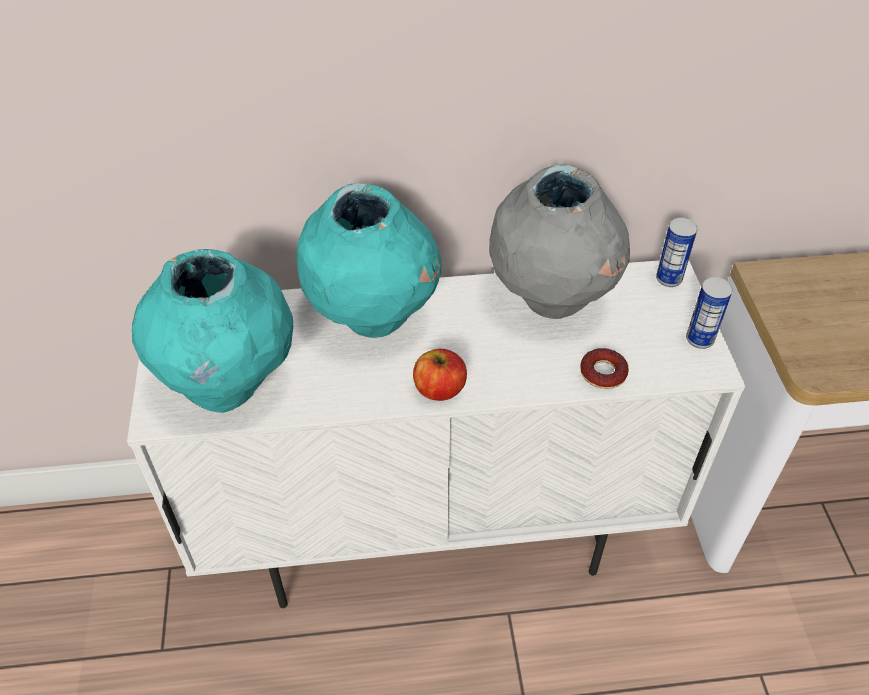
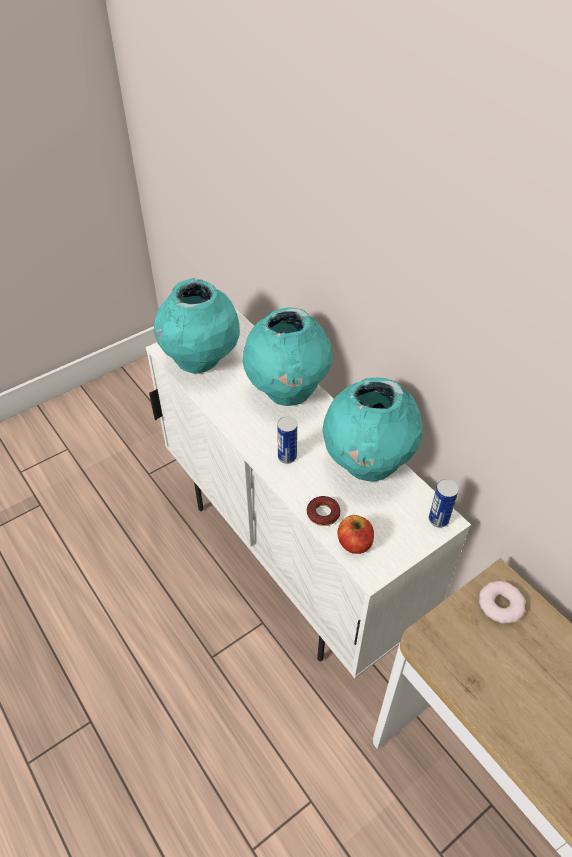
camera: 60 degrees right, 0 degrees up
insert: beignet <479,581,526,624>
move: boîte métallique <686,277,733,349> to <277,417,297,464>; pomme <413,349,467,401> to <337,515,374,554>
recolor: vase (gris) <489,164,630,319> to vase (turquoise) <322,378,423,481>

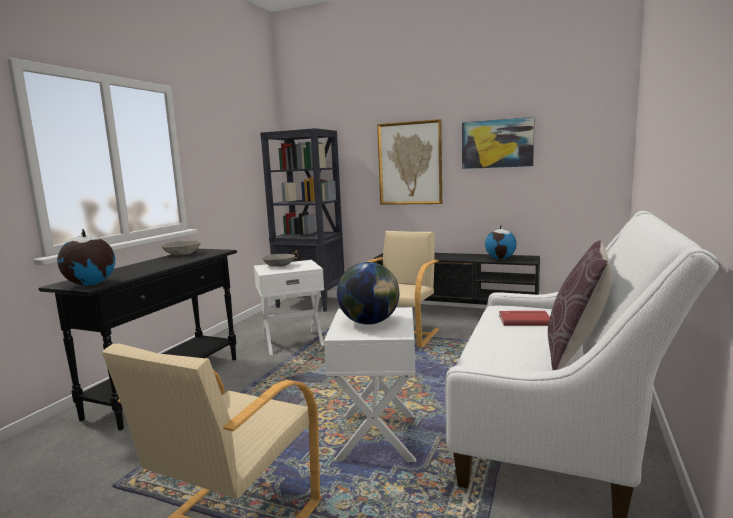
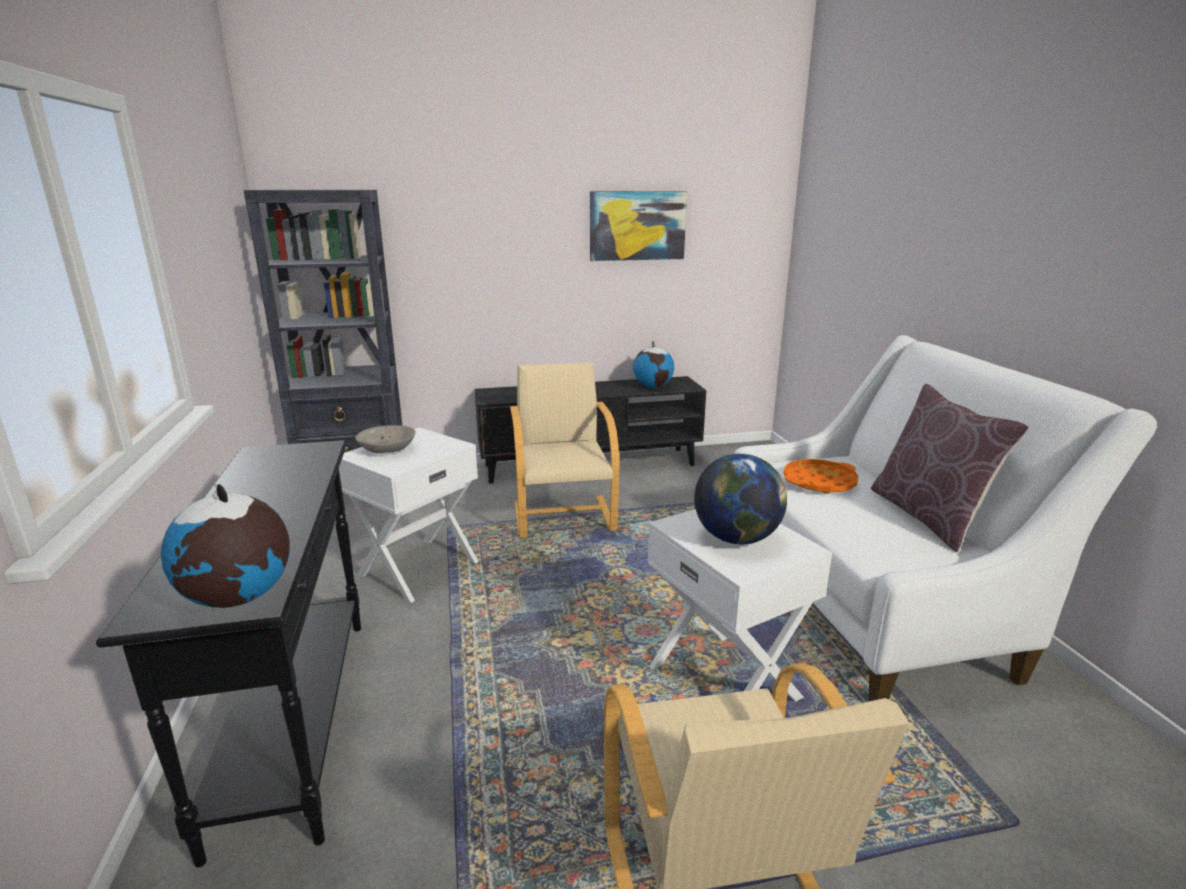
camera: 35 degrees left, 10 degrees up
delete: bol (gris) <161,241,201,255>; tableau <377,119,442,205>
replace: livre (rouge) <499,311,550,326> to plateau (orange) <783,459,859,494>

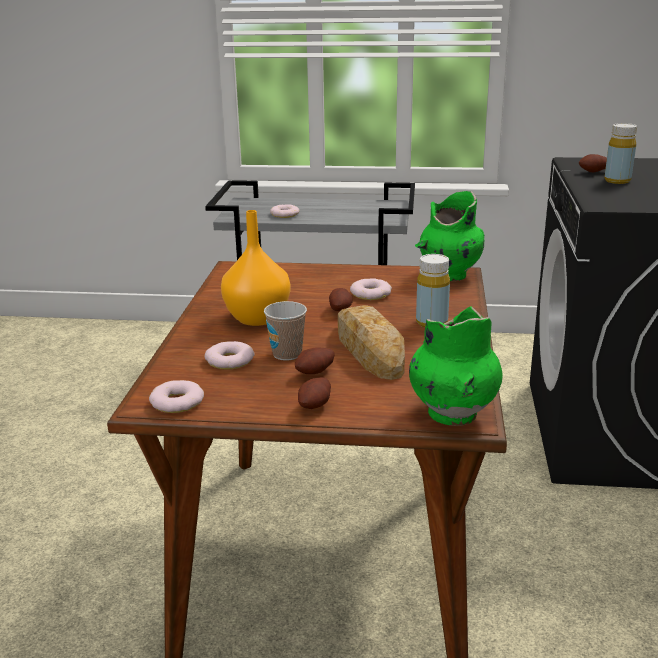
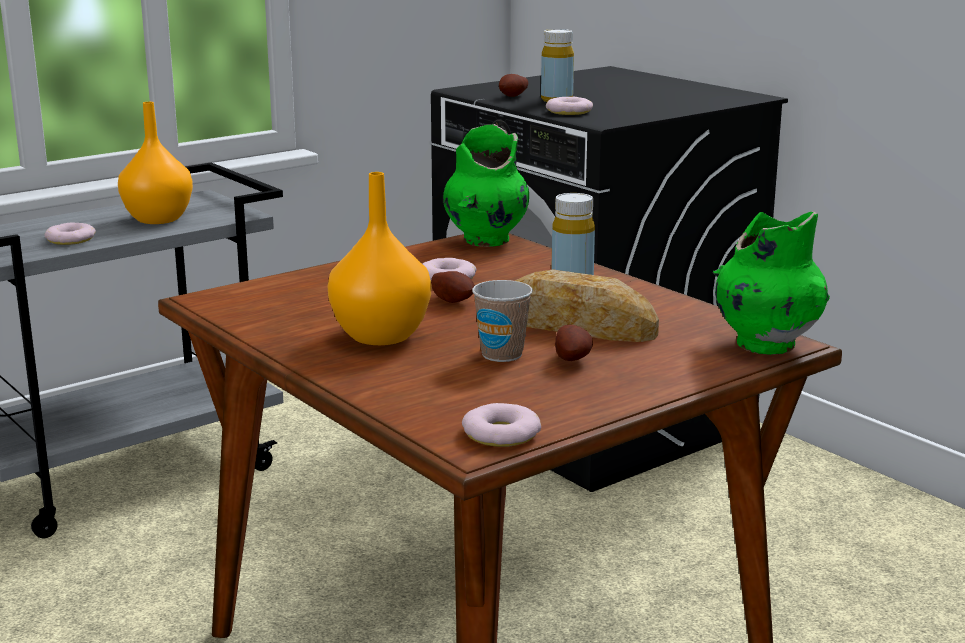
camera: 45 degrees left, 5 degrees down
delete: pomme de terre <298,377,331,409>
insert: vase (orange) <118,102,193,224>
move: beignet <205,341,255,370> to <546,97,593,115>

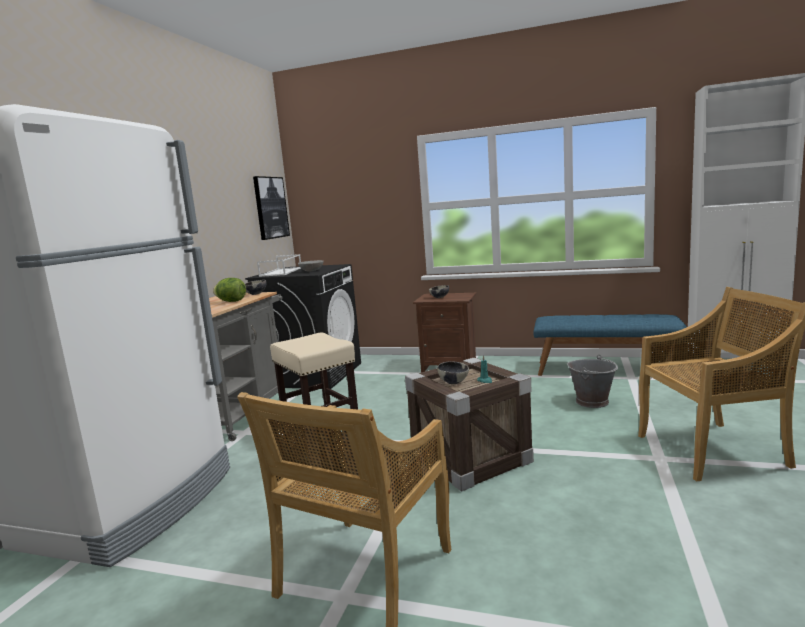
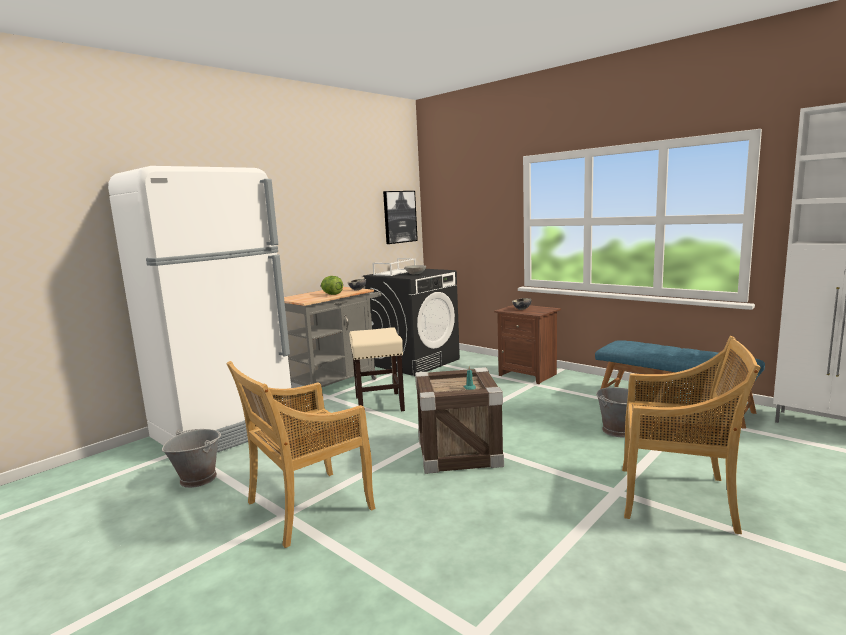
camera: 25 degrees right, 0 degrees up
delete: bol <437,361,469,384>
insert: seau (gris) <162,429,221,488>

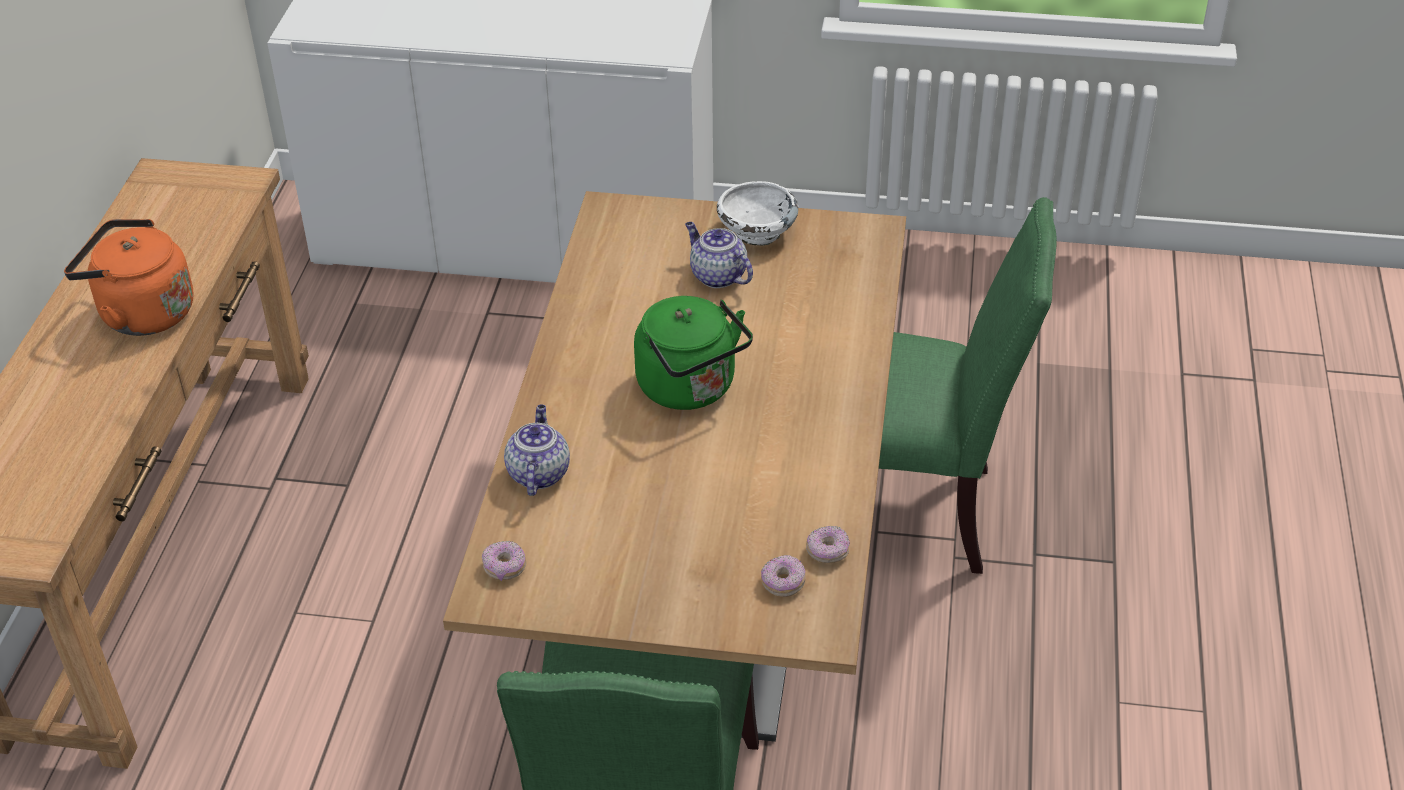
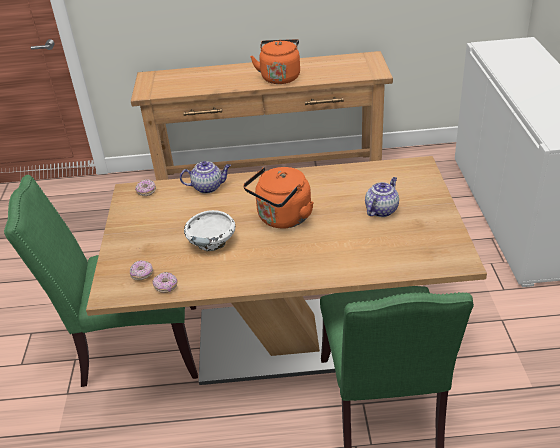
camera: 80 degrees right, 5 degrees down
move: bol (blanc) <717,181,798,246> to <184,210,236,251>
recolor: bouilloire (vert) <634,296,753,410> to bouilloire (orange) <243,167,314,229>

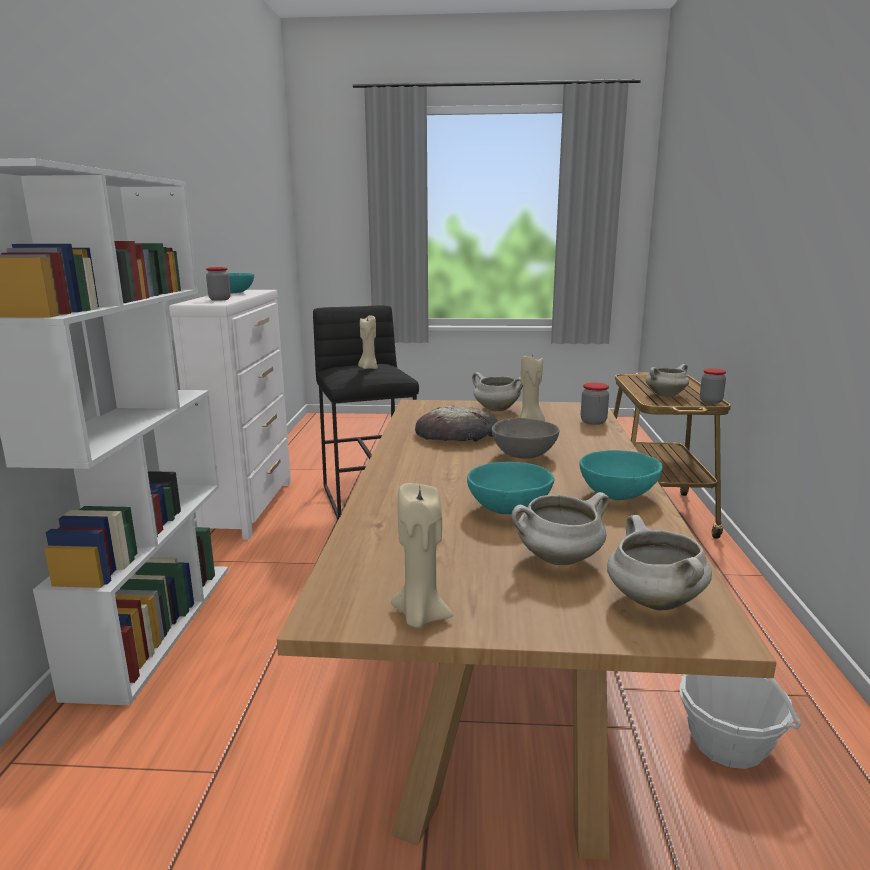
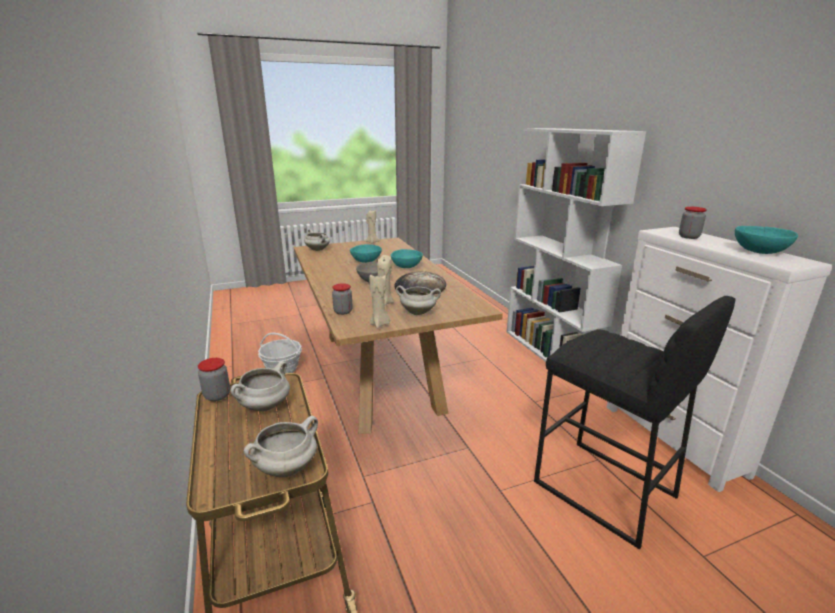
camera: 155 degrees right, 5 degrees up
move: marmite (blanc) <512,492,609,565> to <244,416,318,477>; bougie (beige) <358,315,378,369> to <369,273,390,328>; bol (turquoise) <579,450,663,500> to <391,249,423,268>

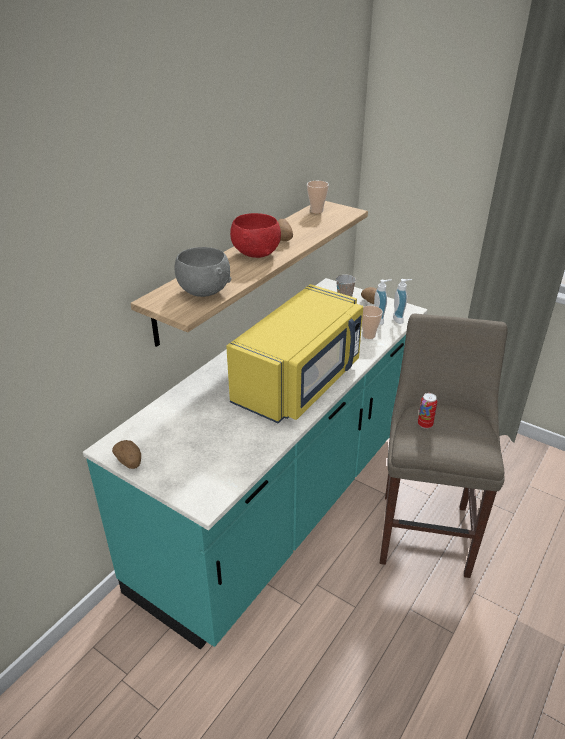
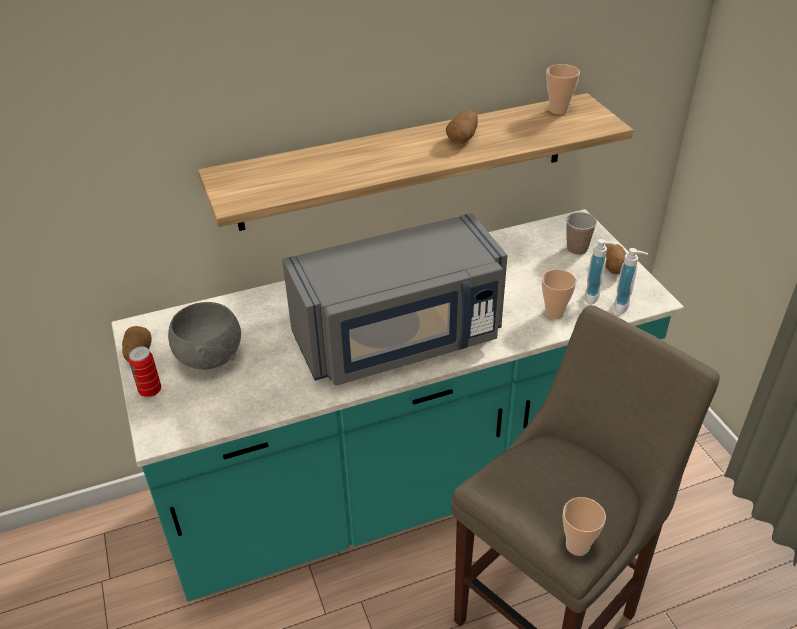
camera: 35 degrees right, 5 degrees up
delete: bol (rouge) <230,213,281,258>
insert: tasse <562,497,606,556>
move: boîte métallique <418,393,437,429> to <129,346,161,397>; bol (gris) <175,247,232,297> to <168,302,241,369>
recolor: micro-ondes (jaune) <226,284,363,424> to micro-ondes (gris) <282,213,508,385>

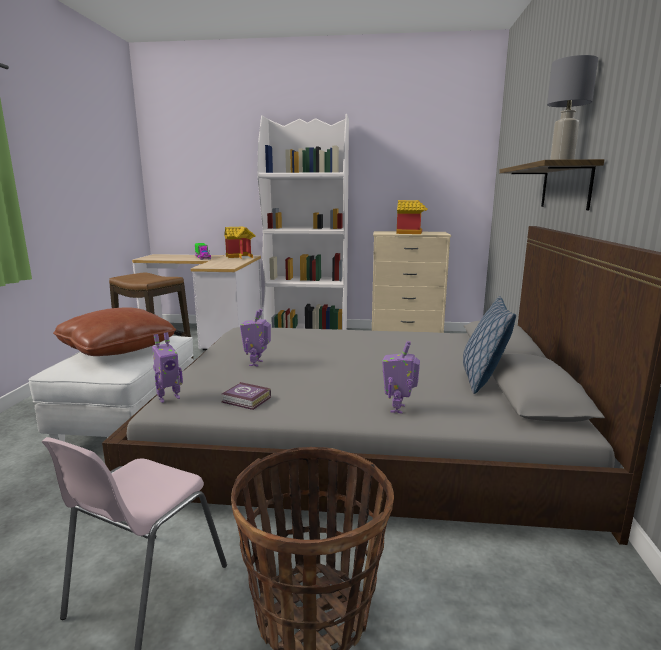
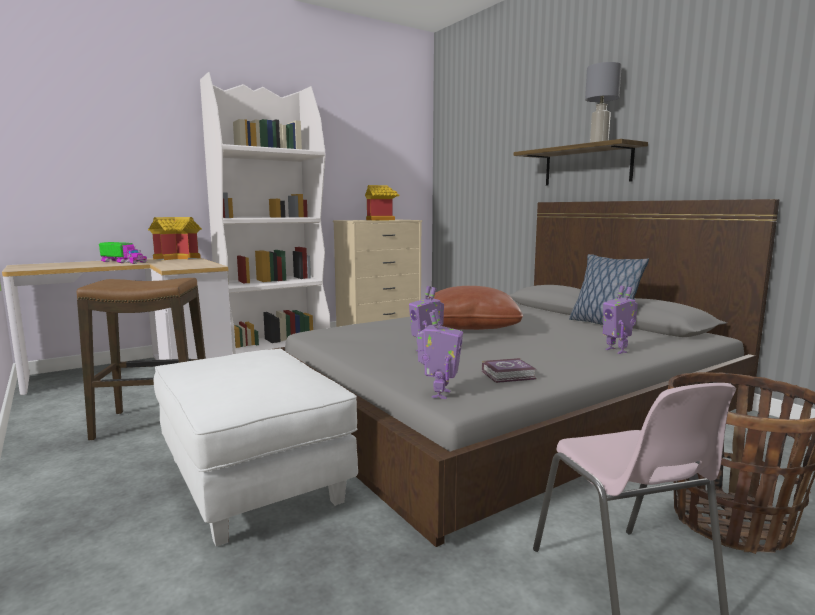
camera: 40 degrees left, 5 degrees down
move: coussin (marron) <53,307,176,356> to <429,286,523,330>

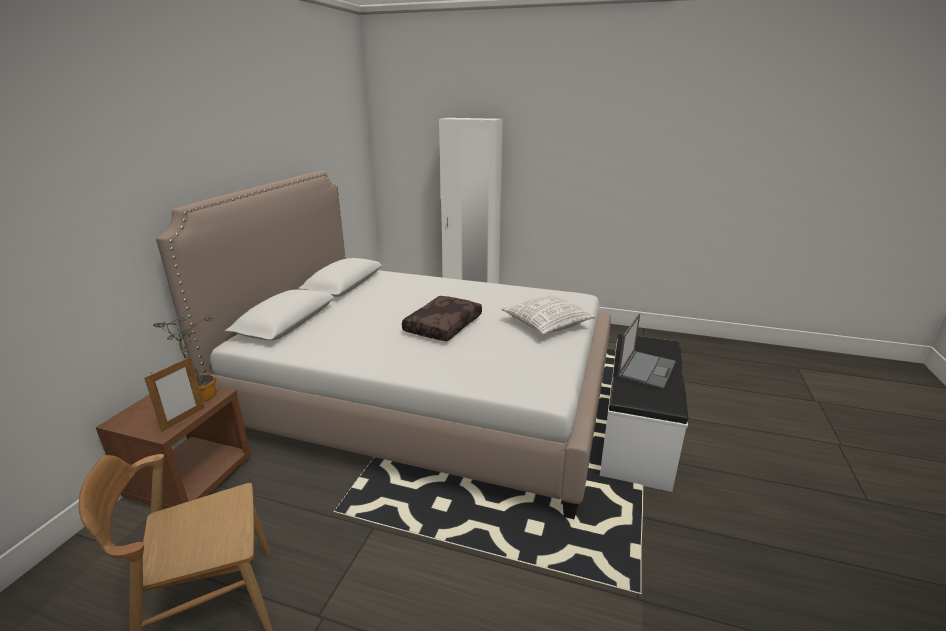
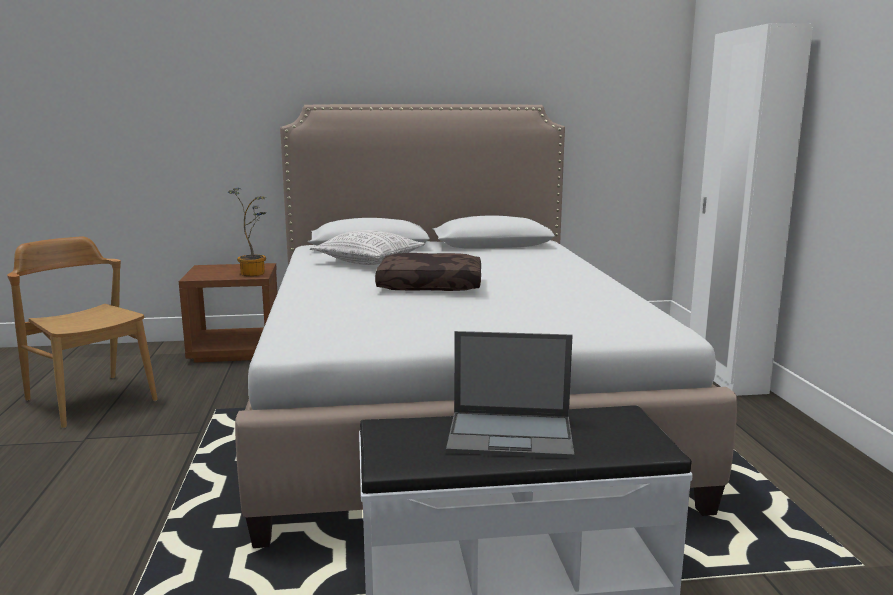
camera: 65 degrees right, 10 degrees down
delete: cadre photo <145,357,204,432>
move: coussin <501,295,597,335> to <310,230,425,265>

